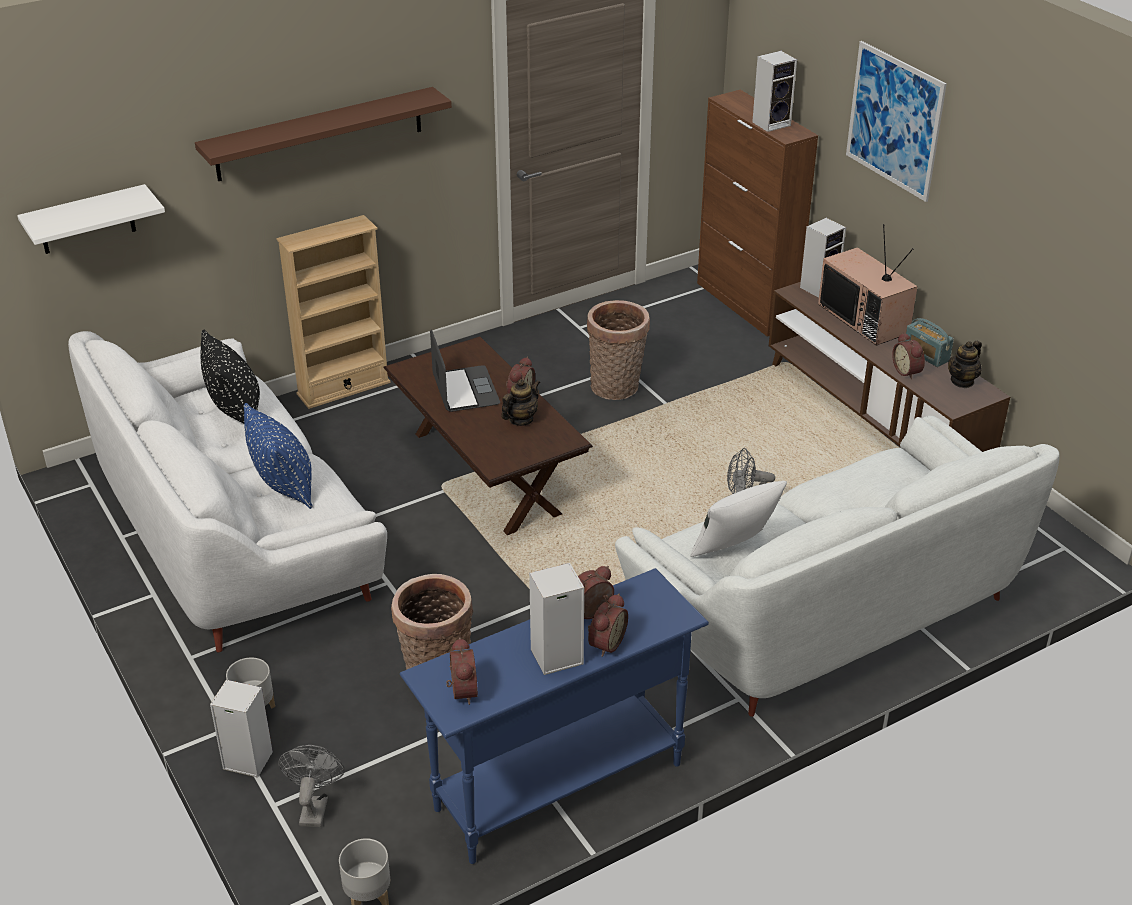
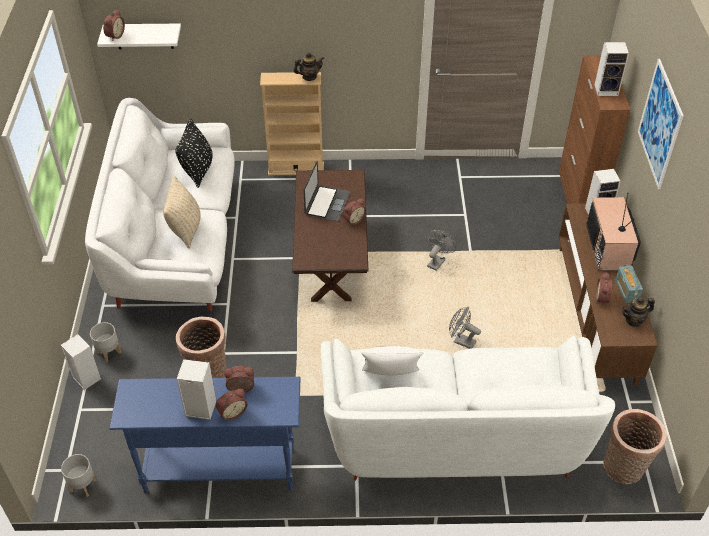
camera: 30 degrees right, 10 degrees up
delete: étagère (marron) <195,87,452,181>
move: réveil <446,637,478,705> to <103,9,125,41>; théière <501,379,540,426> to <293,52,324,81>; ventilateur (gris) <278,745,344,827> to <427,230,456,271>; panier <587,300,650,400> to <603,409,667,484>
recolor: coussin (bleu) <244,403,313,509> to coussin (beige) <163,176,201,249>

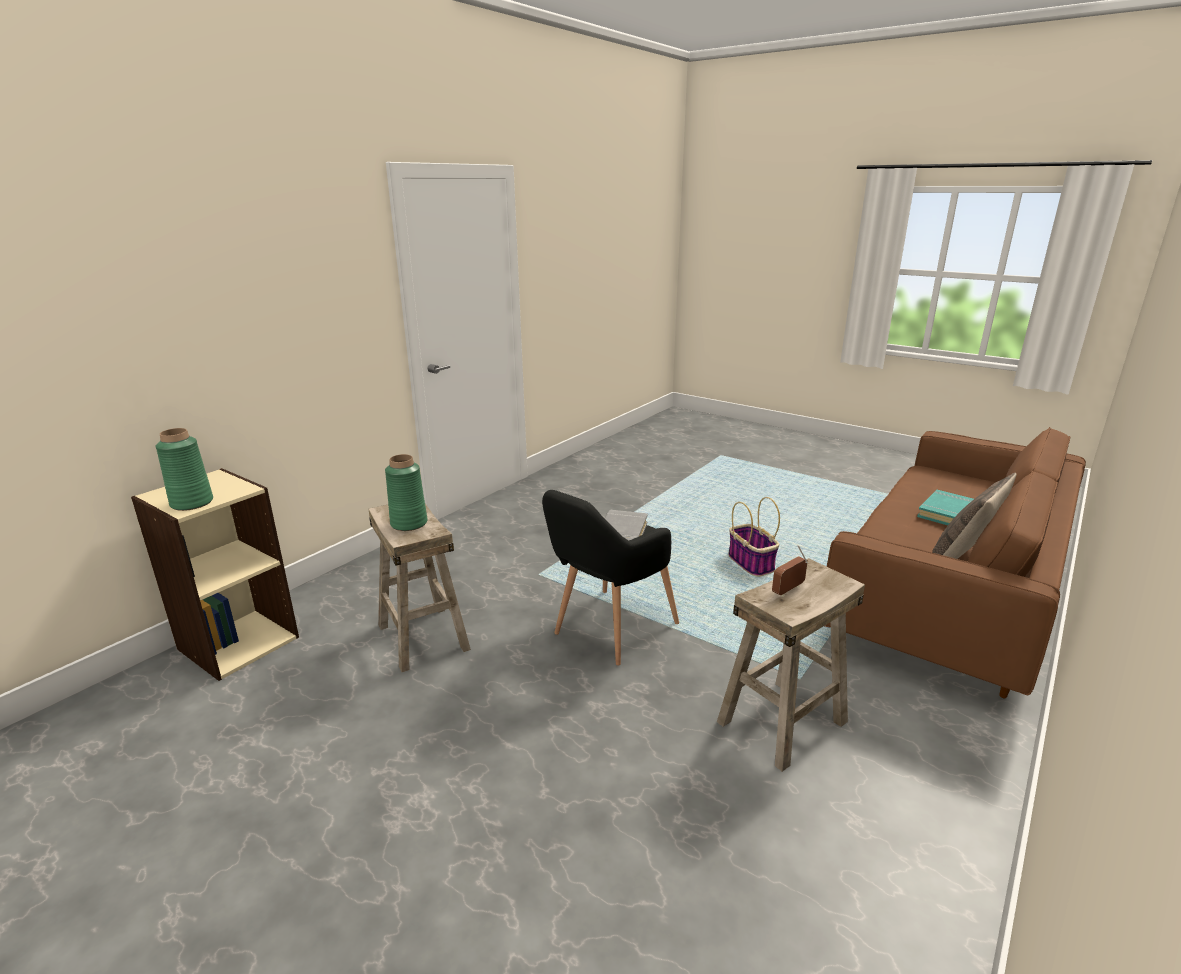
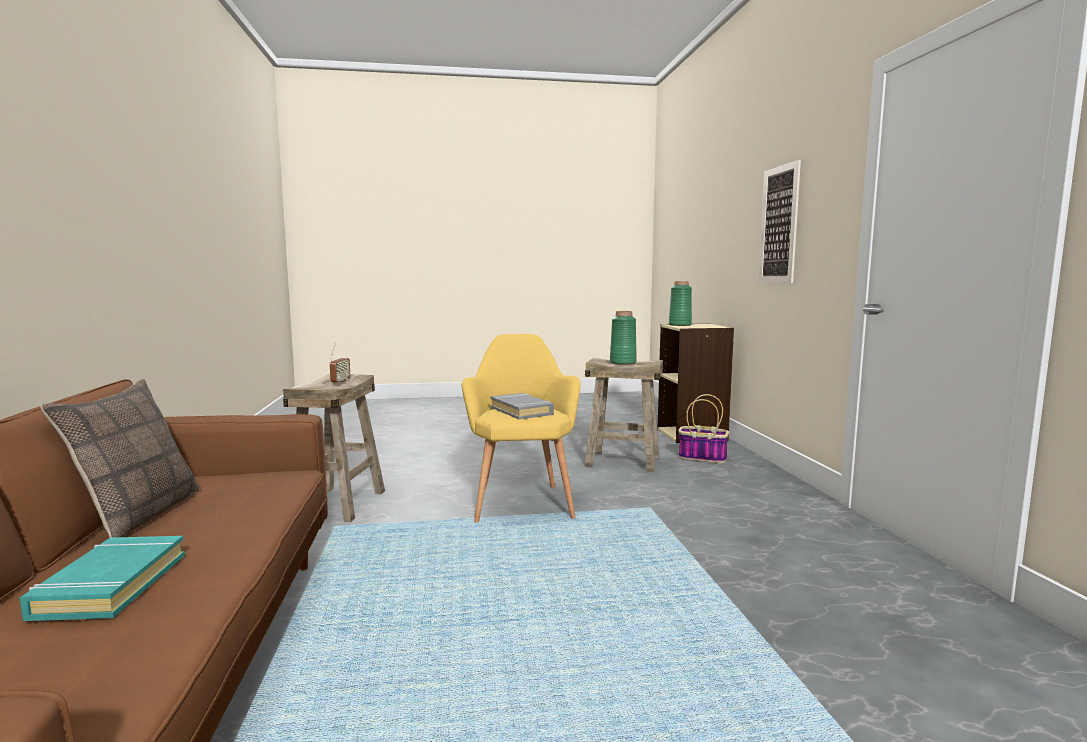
camera: 135 degrees right, 15 degrees down
insert: tableau <758,160,801,283>
move: panier <728,497,780,577> to <678,394,729,463>
recolor: fauteuil (noir) <542,490,679,666> to fauteuil (jaune) <462,334,581,522>

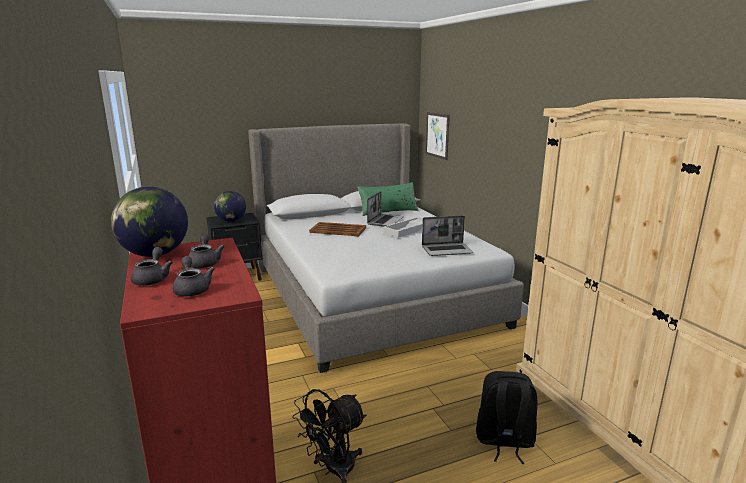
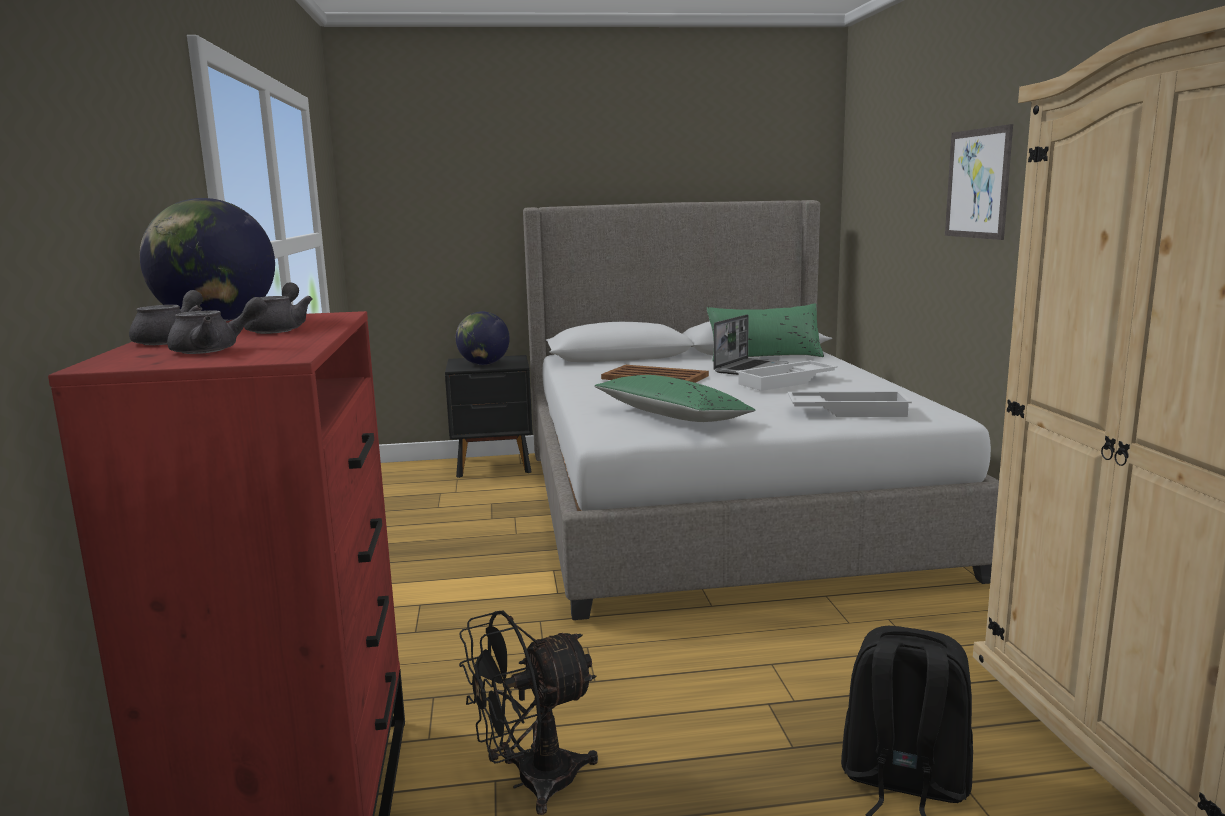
camera: 15 degrees right, 5 degrees down
insert: coussin (vert) <594,375,756,422>
move: tableau <425,112,450,160> to <945,124,1013,240>
replace: ordinateur portable <422,216,473,256> to plateau (blanc) <788,391,912,417>
rotate: théière (gris) <173,256,215,297> = <167,297,268,354> 75 degrees clockwise

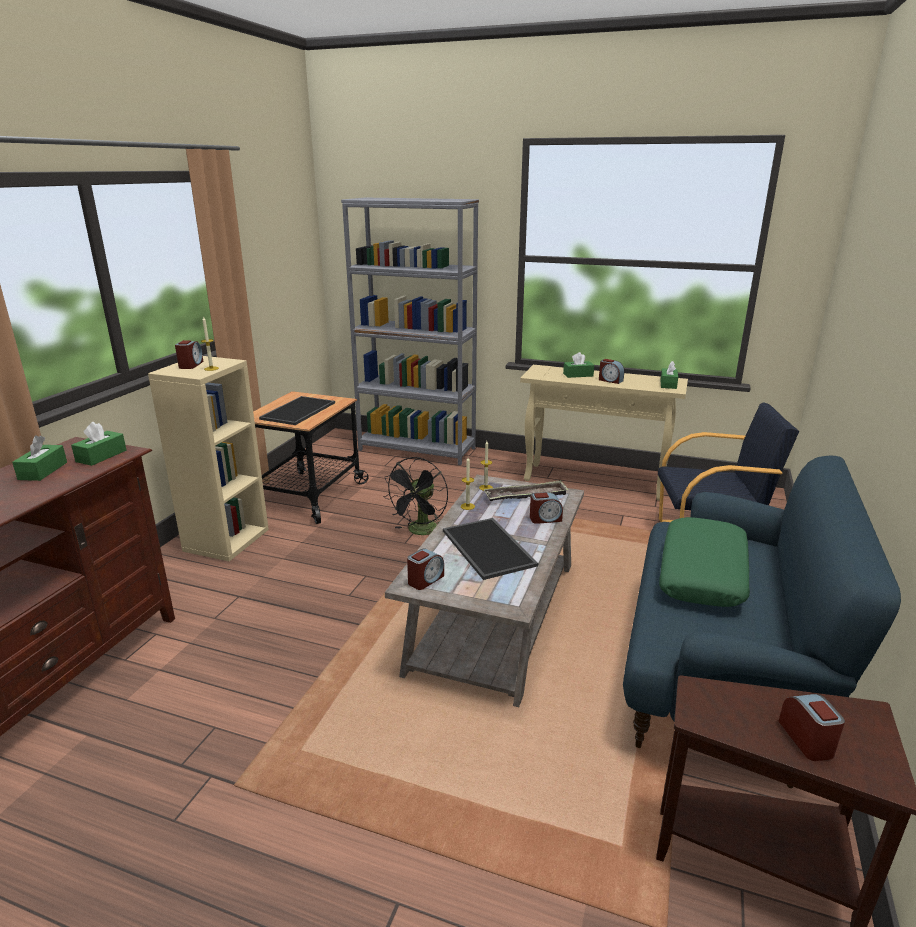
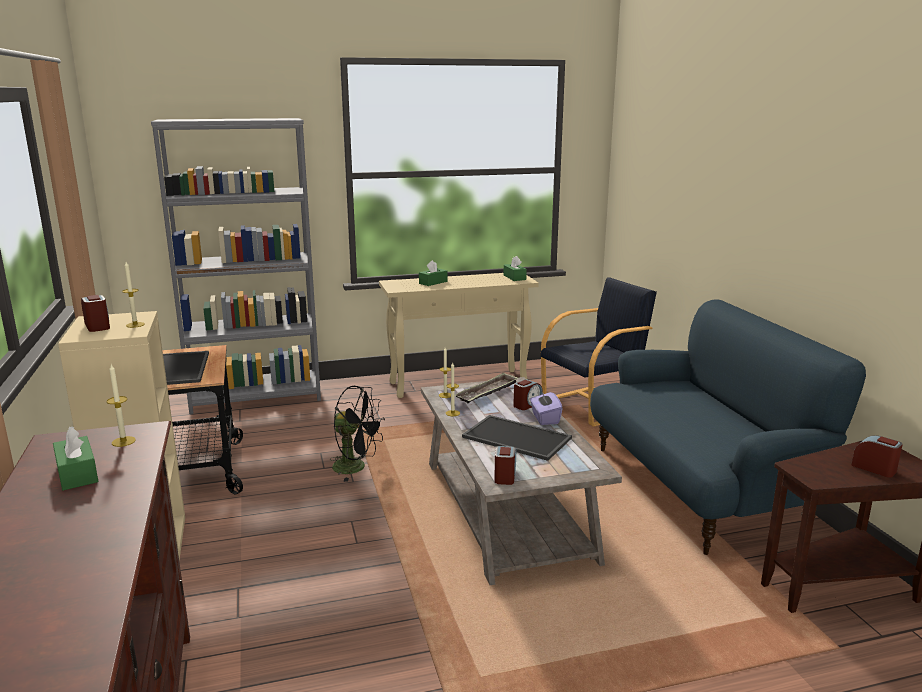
camera: 35 degrees left, 5 degrees down
delete: réveil <599,359,624,384>; coussin (vert) <659,517,750,607>
insert: boîte à mouchoirs (violet) <530,390,563,425>
replace: boîte à mouchoirs (vert) <71,422,126,466> to bougie <107,364,136,447>
rotate: ventilateur (noir) <383,457,448,535> = <330,386,385,482> 60 degrees counterclockwise

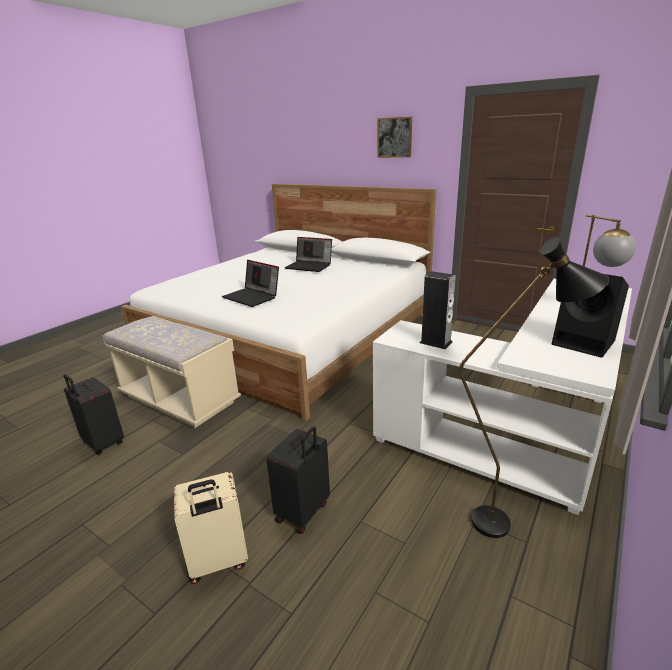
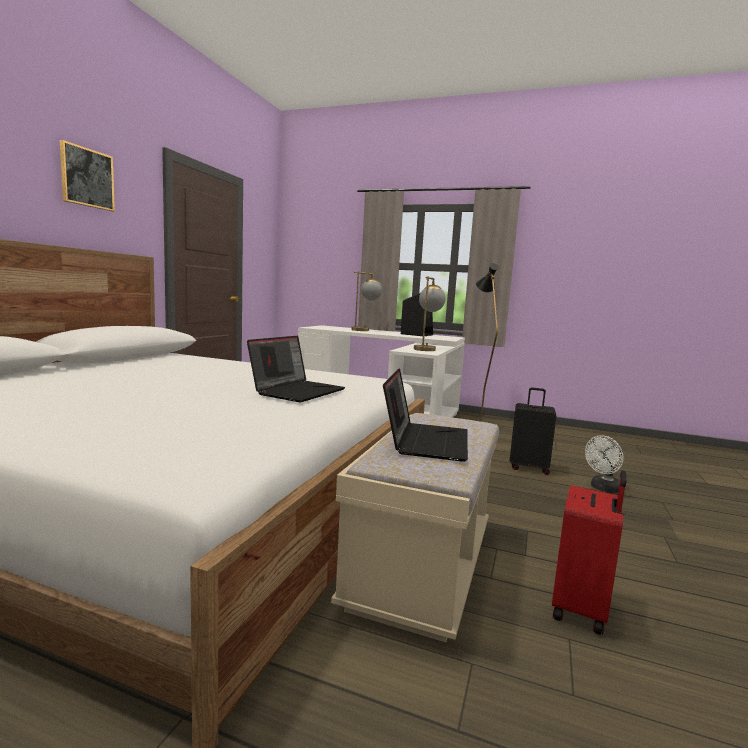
camera: 105 degrees left, 15 degrees down
move: ordinateur portable <285,237,332,272> to <383,368,468,462>
replace: enceinte <420,271,456,349> to lampe de table <414,276,445,351>; valise (beige) <174,472,248,584> to ventilateur (blanc) <585,435,624,493>
recolor: valise (noir) <63,374,124,455> to valise (rouge) <552,471,627,635>

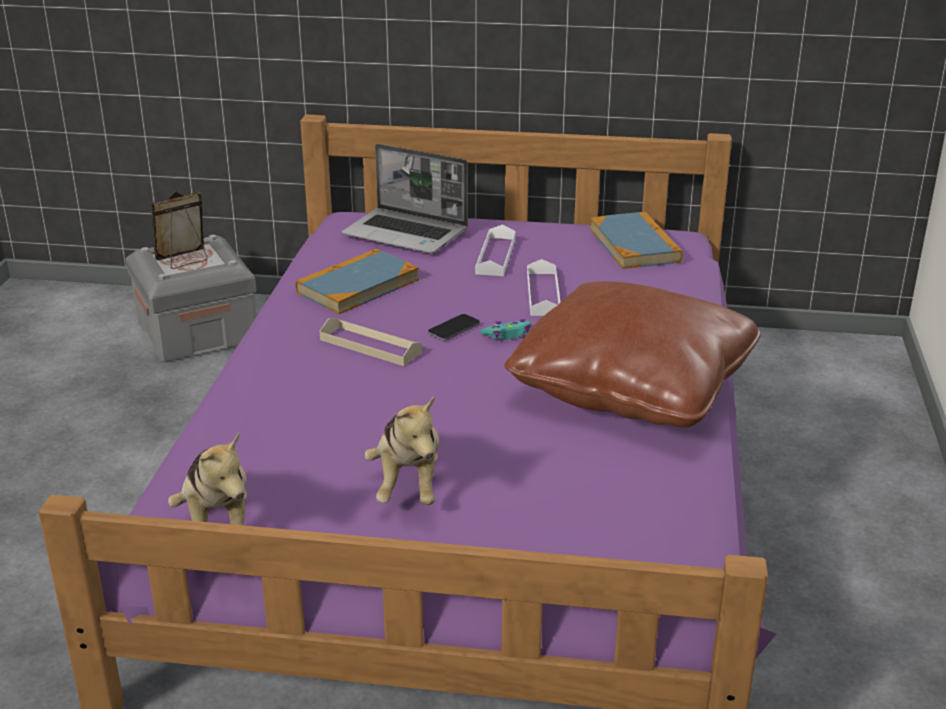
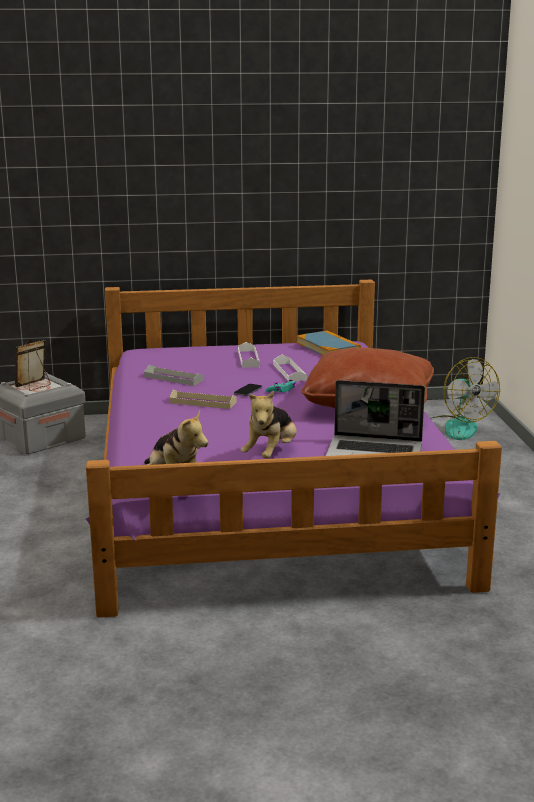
camera: 15 degrees left, 10 degrees down
insert: ventilateur <430,357,500,440>
move: ordinateur portable <342,144,468,253> to <326,380,425,456>
replace: livre <295,249,419,314> to plateau (gris) <144,365,204,386>
rotate: peluche <364,395,439,505> = <241,391,297,459> 45 degrees clockwise

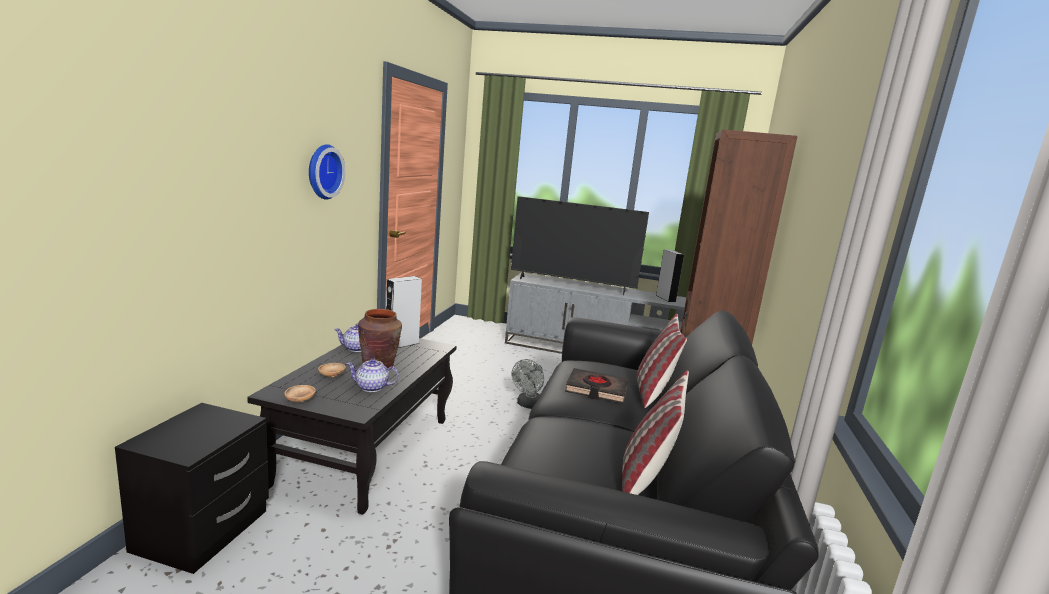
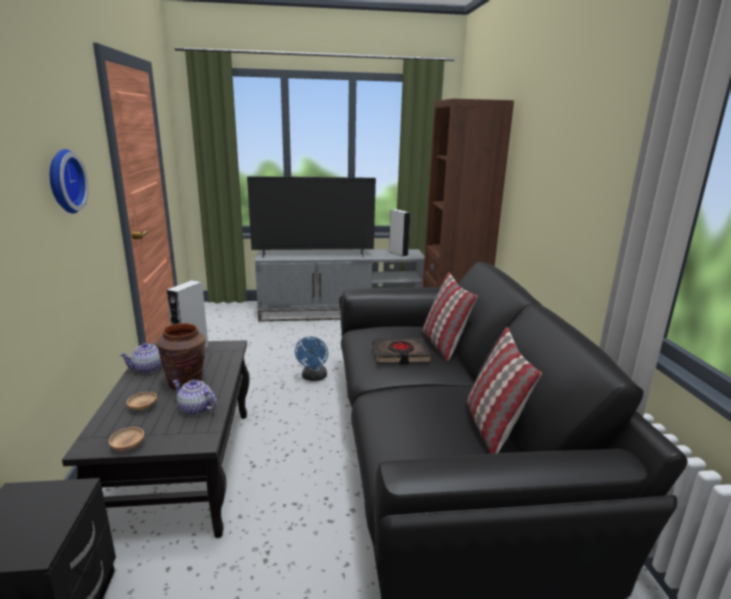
camera: 20 degrees left, 5 degrees up
recolor: ventilateur (gris) <512,359,544,409> to ventilateur (bleu) <295,336,328,381>
rotate: théière <347,358,399,392> = <172,380,217,415> 45 degrees clockwise

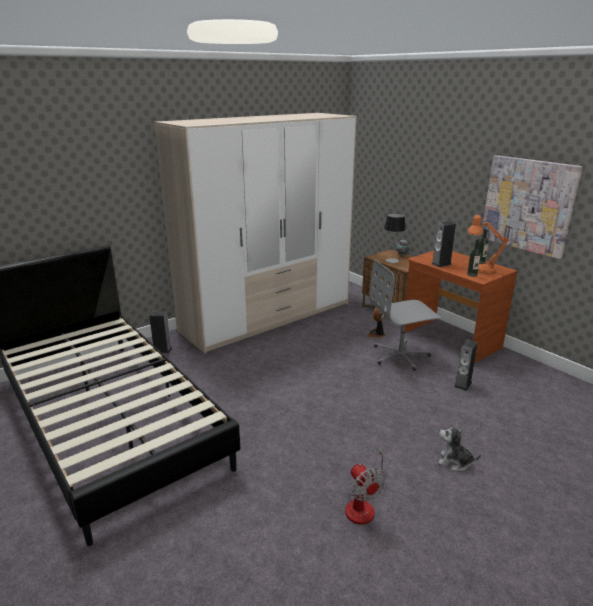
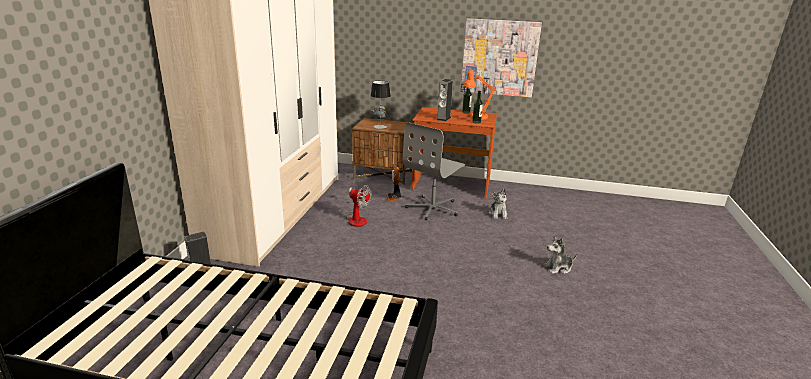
camera: 40 degrees left, 0 degrees up
move: ventilateur <345,446,386,525> to <345,185,371,227>
replace: enceinte <454,340,478,391> to peluche <489,189,507,219>

